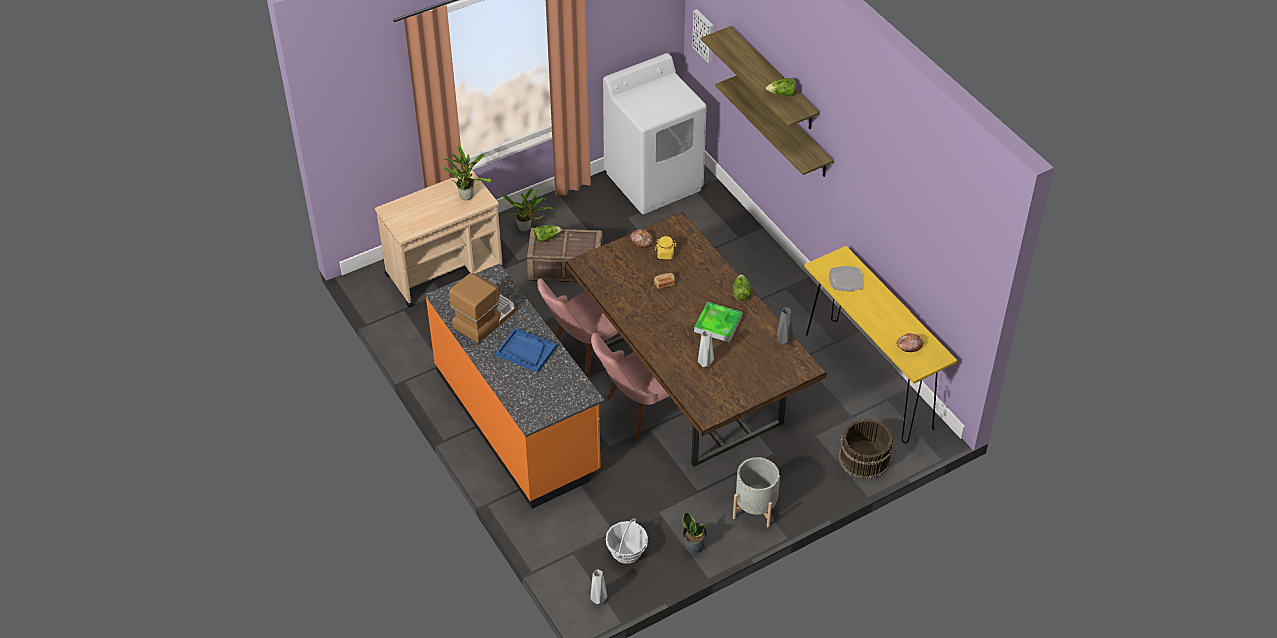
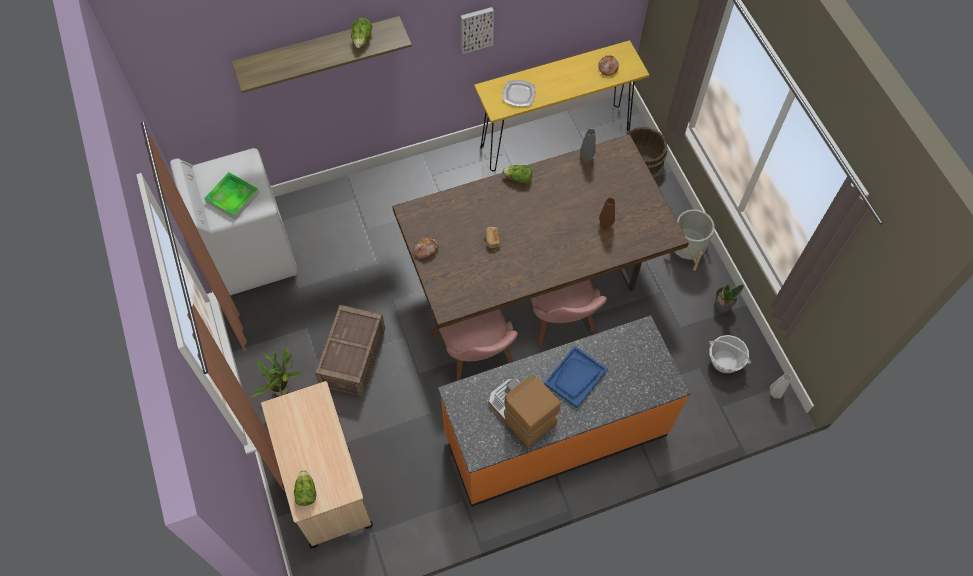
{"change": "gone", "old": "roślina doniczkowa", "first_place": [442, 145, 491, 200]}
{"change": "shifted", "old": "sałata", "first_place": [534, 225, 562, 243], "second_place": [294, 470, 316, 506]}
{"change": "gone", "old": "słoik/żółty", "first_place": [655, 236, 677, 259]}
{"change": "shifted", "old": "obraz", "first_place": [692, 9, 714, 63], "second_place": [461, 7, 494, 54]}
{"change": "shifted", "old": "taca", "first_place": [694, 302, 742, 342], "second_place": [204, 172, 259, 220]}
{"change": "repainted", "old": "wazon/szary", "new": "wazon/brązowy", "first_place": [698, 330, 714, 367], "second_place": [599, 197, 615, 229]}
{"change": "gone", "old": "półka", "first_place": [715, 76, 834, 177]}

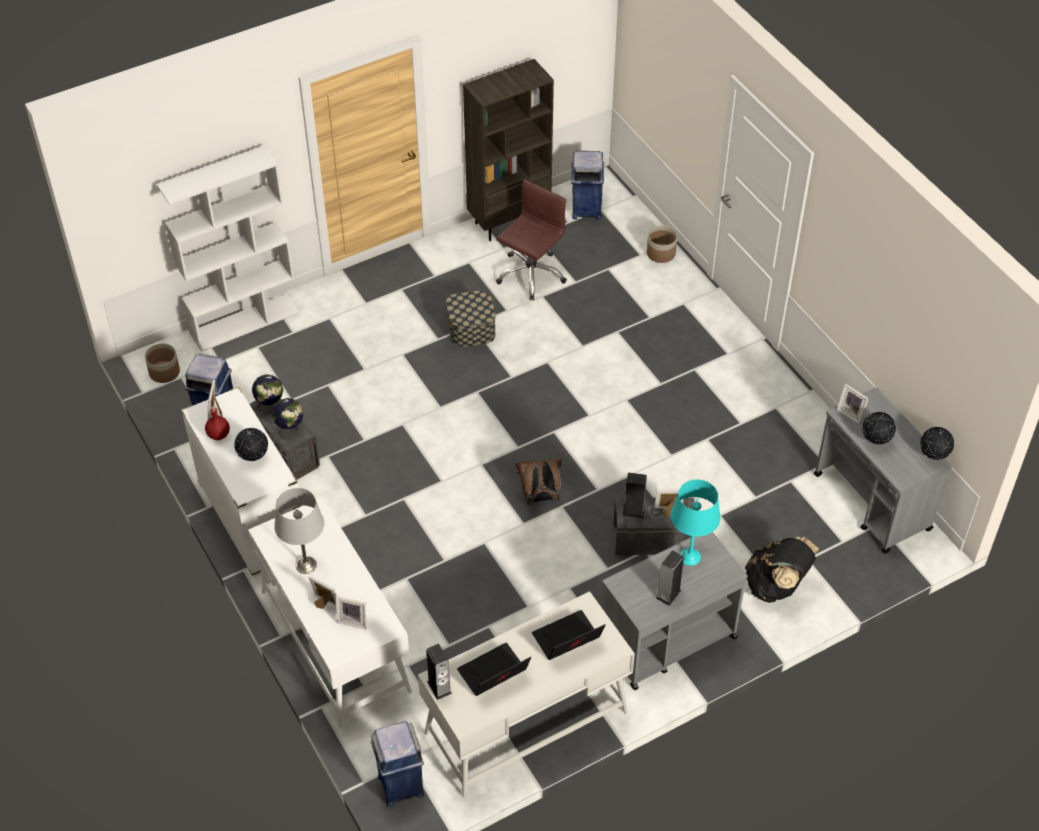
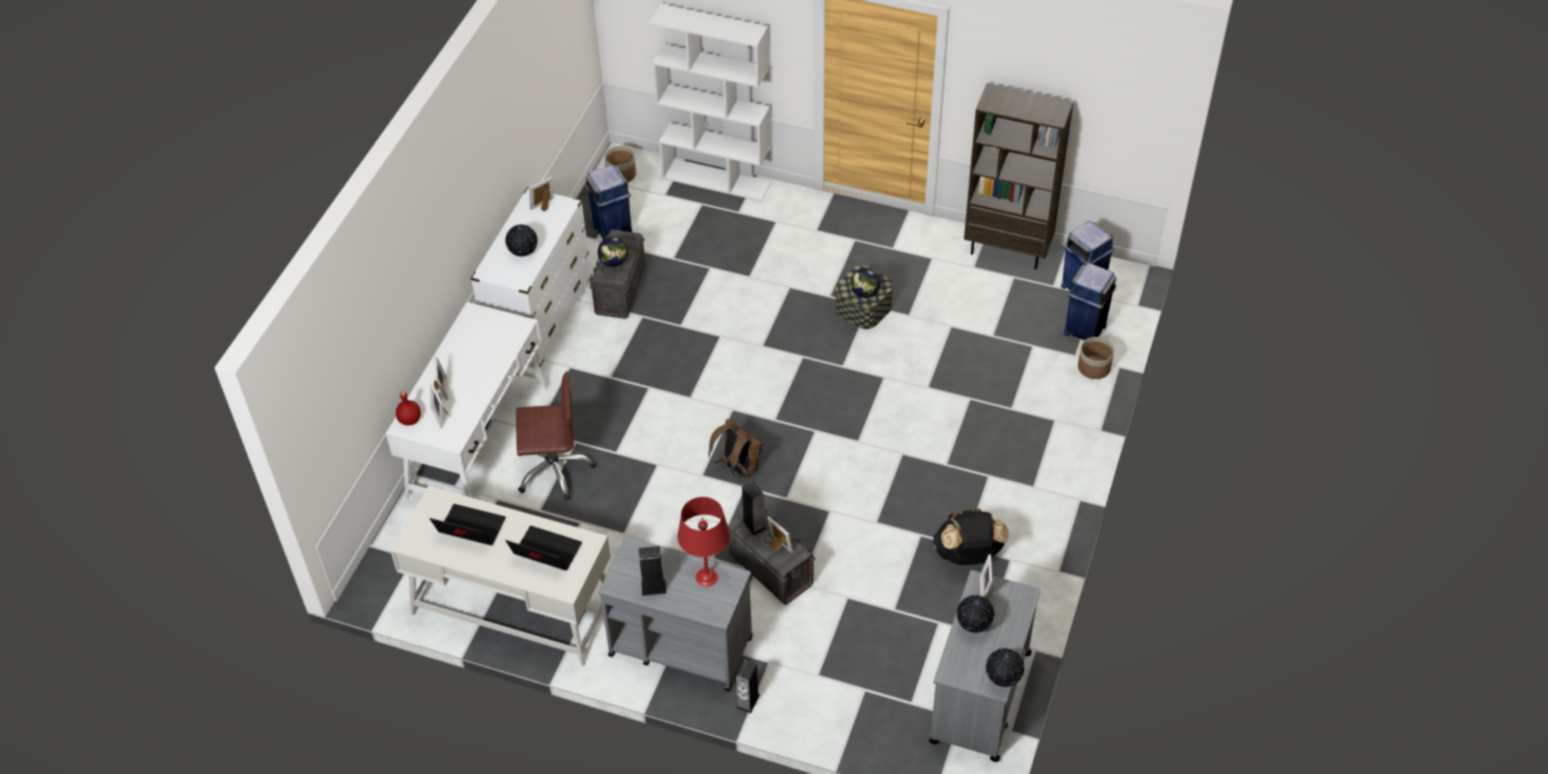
{"change": "shifted", "old": "butelka/czerwony", "first_place": [205, 406, 230, 440], "second_place": [396, 391, 421, 425]}
{"change": "shifted", "old": "globus", "first_place": [252, 374, 283, 412], "second_place": [850, 268, 881, 304]}
{"change": "gone", "old": "lampa stołowa/szary", "first_place": [274, 488, 324, 574]}
{"change": "shifted", "old": "kosz na śmieci/niebieski", "first_place": [371, 721, 424, 807], "second_place": [1064, 263, 1116, 340]}
{"change": "shifted", "old": "głośnik", "first_place": [426, 644, 452, 700], "second_place": [736, 660, 760, 713]}
{"change": "shifted", "old": "krzesło biurowe/brązowy", "first_place": [496, 179, 567, 300], "second_place": [516, 371, 596, 500]}
{"change": "repainted", "old": "lampa stołowa/turkusowy", "new": "lampa stołowa/czerwony", "first_place": [671, 479, 720, 566], "second_place": [677, 497, 730, 587]}
{"change": "shifted", "old": "plecak/czarny", "first_place": [745, 537, 819, 603], "second_place": [933, 508, 1009, 565]}

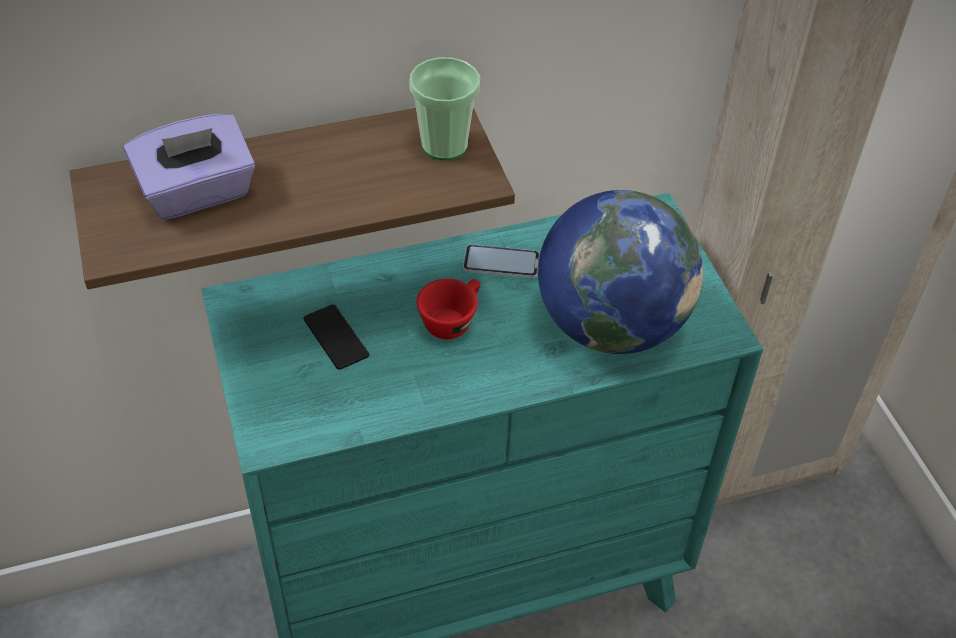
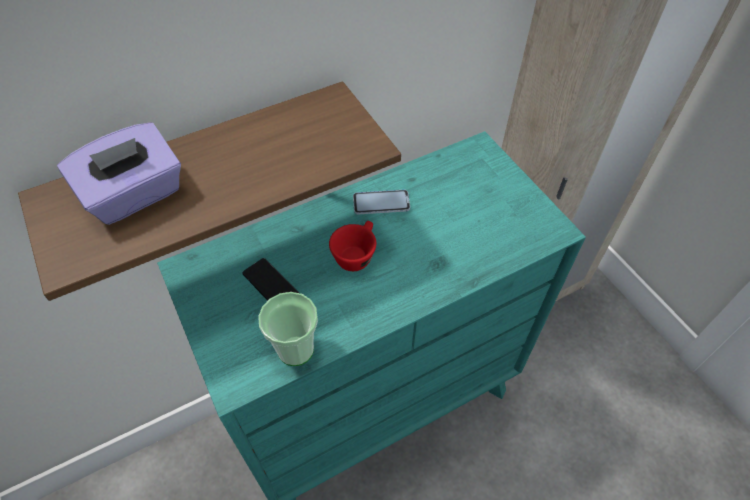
{"change": "shifted", "old": "filiżanka", "first_place": [409, 57, 480, 161], "second_place": [258, 292, 318, 366]}
{"change": "gone", "old": "globus", "first_place": [538, 190, 703, 354]}

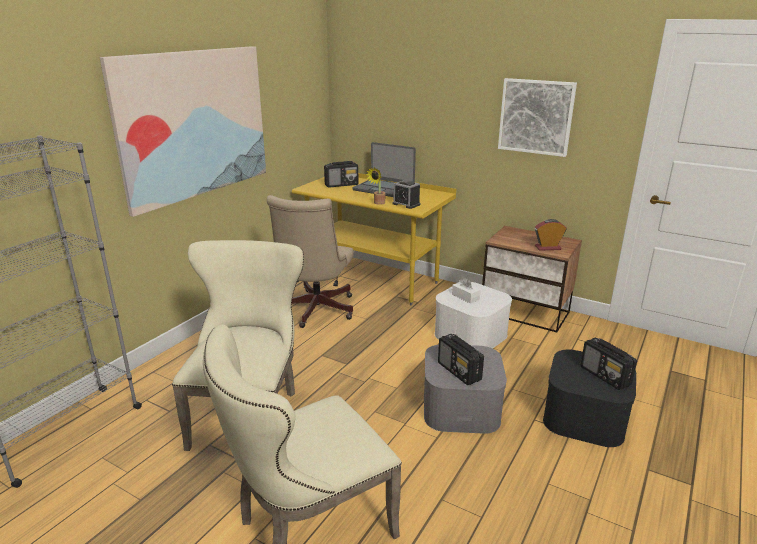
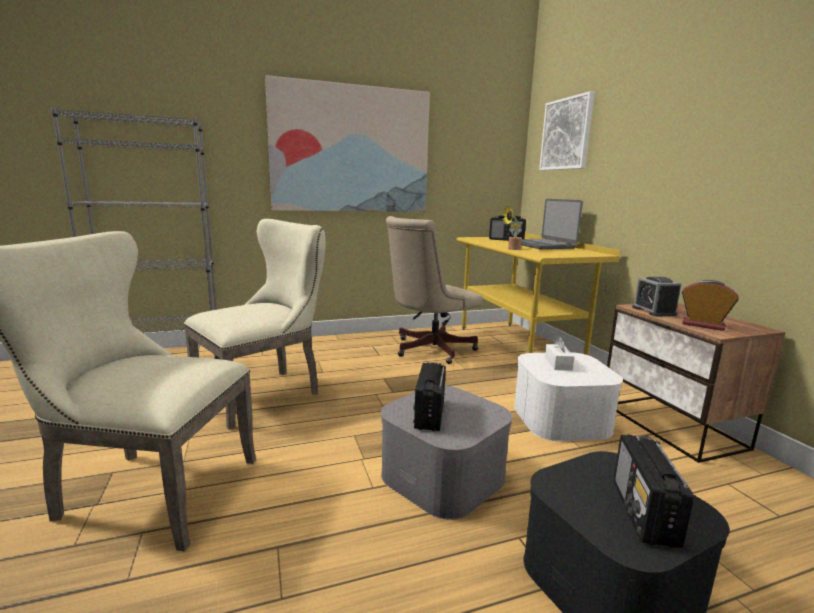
{"change": "shifted", "old": "budzik", "first_place": [392, 180, 420, 209], "second_place": [632, 277, 681, 317]}
{"change": "shifted", "old": "obraz", "first_place": [498, 78, 577, 157], "second_place": [539, 91, 594, 170]}

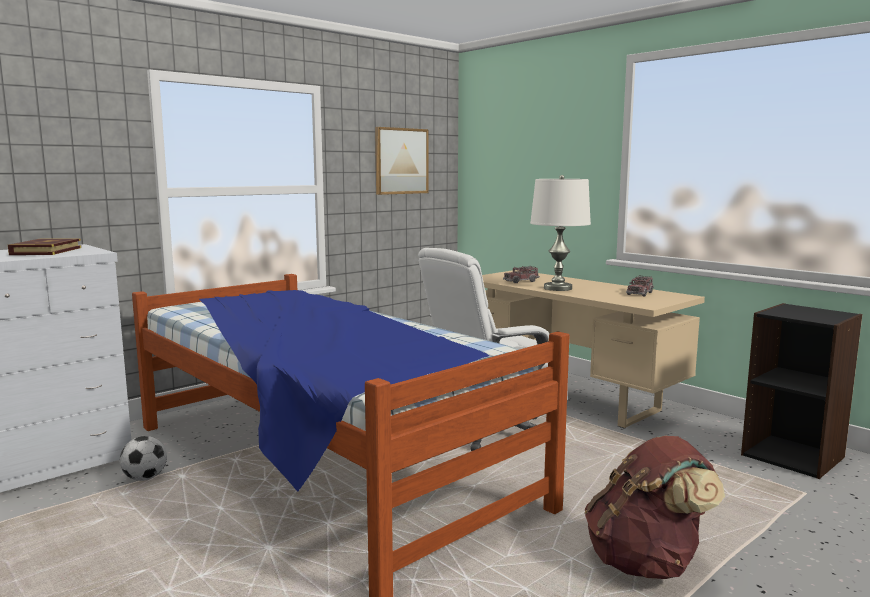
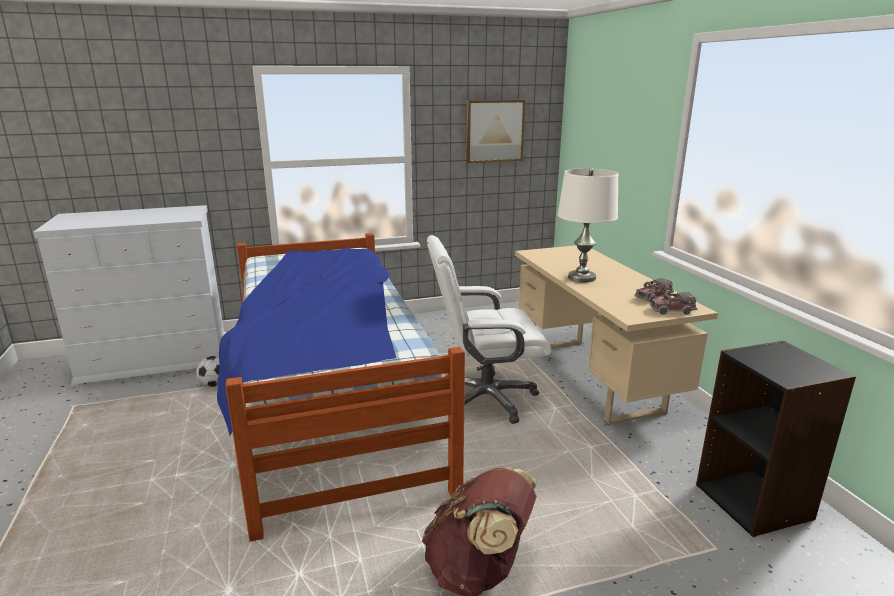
{"change": "gone", "old": "książka", "first_place": [8, 238, 81, 255]}
{"change": "shifted", "old": "ciężarówka zabawkowa", "first_place": [503, 266, 540, 283], "second_place": [650, 293, 697, 315]}

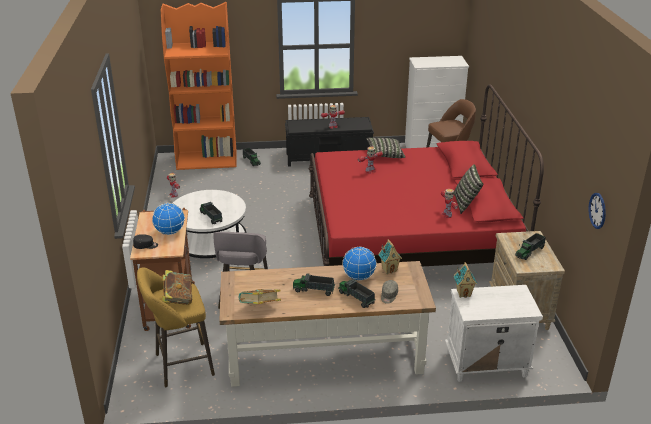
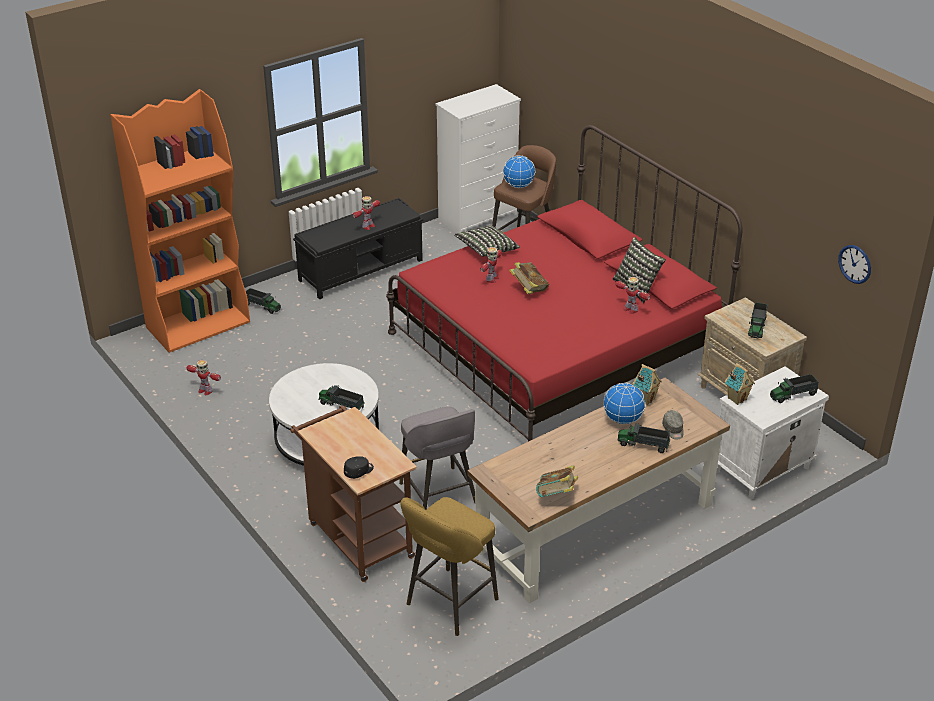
{"change": "shifted", "old": "globus", "first_place": [152, 203, 185, 235], "second_place": [503, 155, 535, 188]}
{"change": "shifted", "old": "książka", "first_place": [162, 270, 192, 305], "second_place": [509, 262, 549, 294]}
{"change": "shifted", "old": "ciężarówka zabawkowa", "first_place": [293, 273, 335, 296], "second_place": [770, 374, 819, 403]}

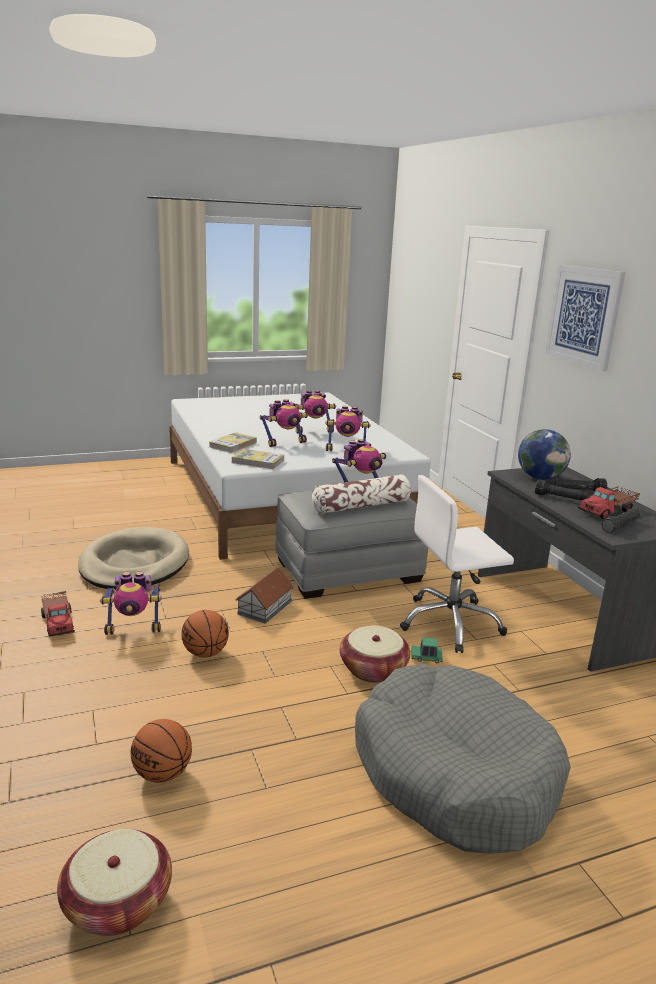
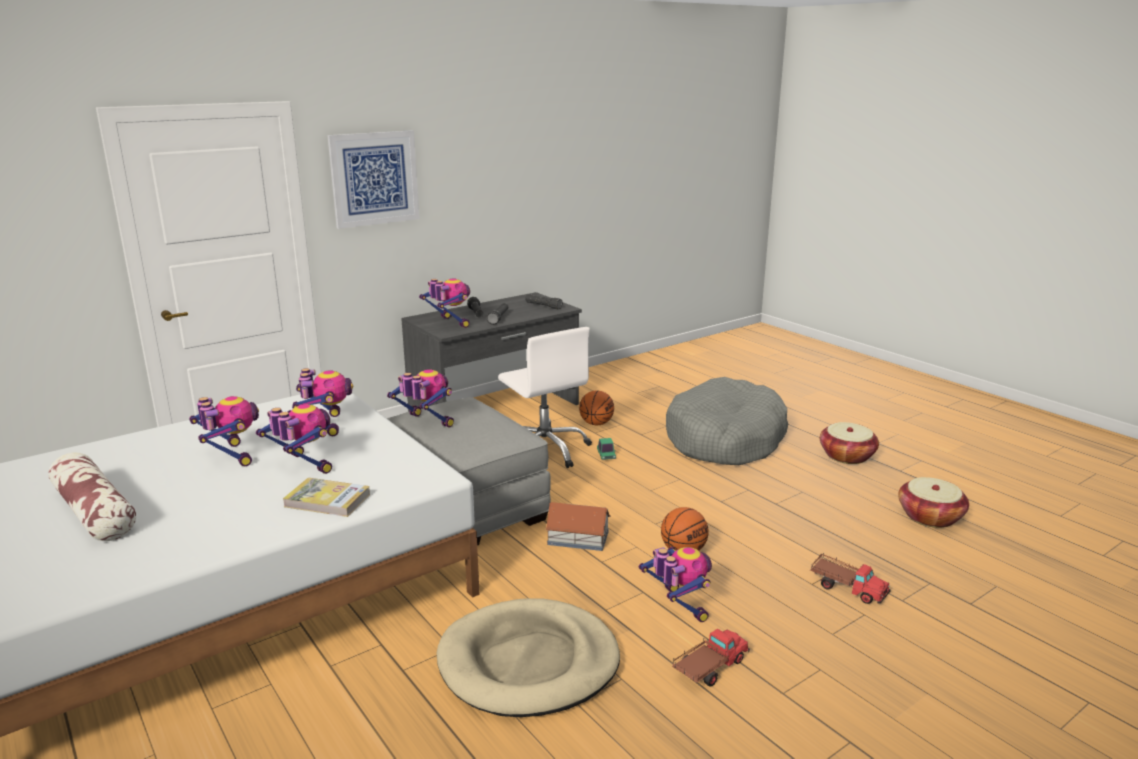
{"change": "shifted", "old": "piłka do koszykówki", "first_place": [131, 719, 192, 783], "second_place": [579, 390, 614, 425]}
{"change": "gone", "old": "książka", "first_place": [232, 449, 284, 469]}
{"change": "shifted", "old": "poduszka", "first_place": [312, 474, 411, 514], "second_place": [48, 453, 136, 541]}
{"change": "shifted", "old": "koszyk", "first_place": [340, 626, 410, 683], "second_place": [820, 422, 879, 464]}
{"change": "swapped", "old": "globus", "new": "robot zabawkowy", "first_place": [518, 429, 571, 480], "second_place": [419, 279, 470, 328]}
{"change": "shifted", "old": "ciężarówka zabawkowa", "first_place": [578, 487, 640, 519], "second_place": [810, 553, 890, 604]}

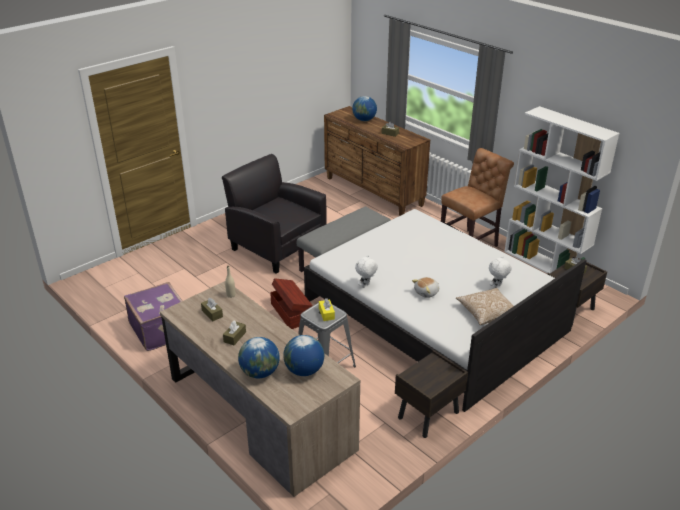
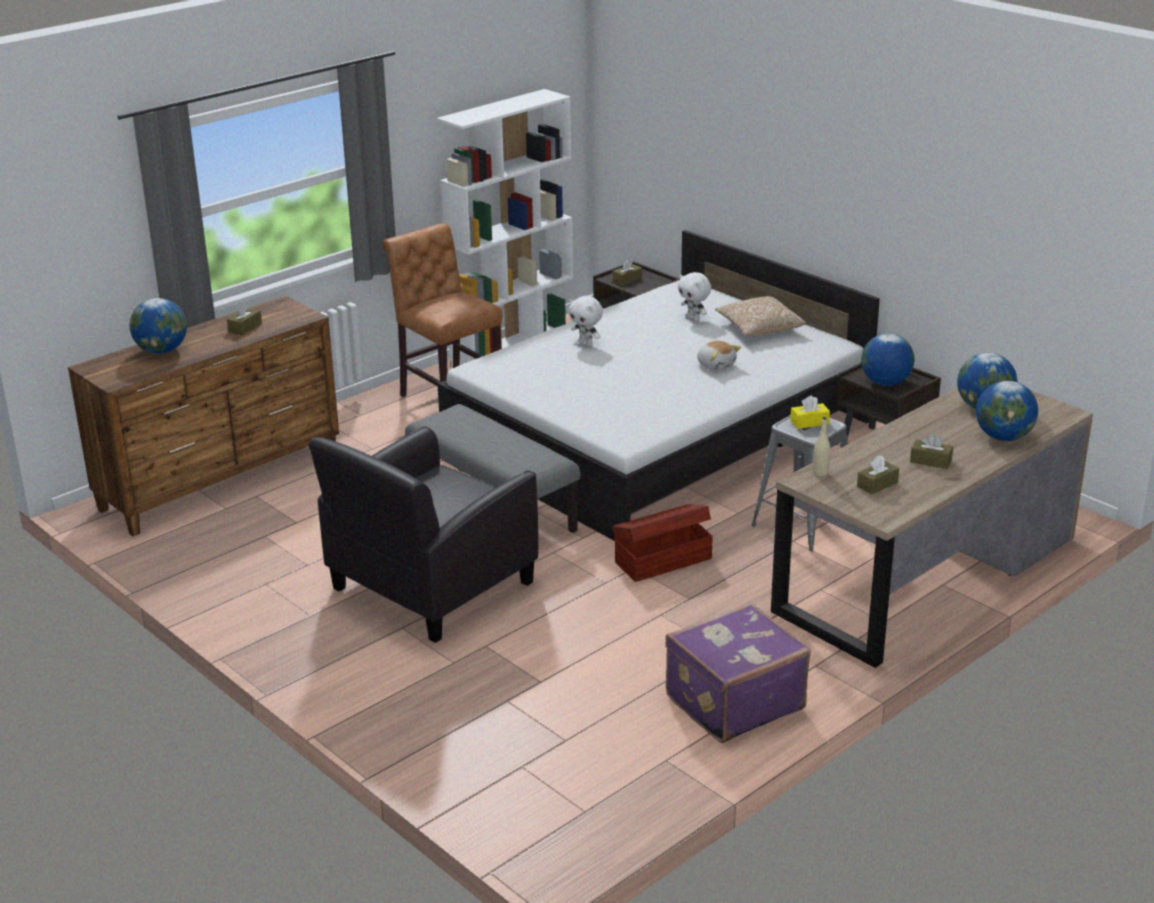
{"change": "shifted", "old": "pluszak/biały", "first_place": [355, 255, 378, 288], "second_place": [568, 296, 603, 346]}
{"change": "new", "new": "globus", "second_place": [861, 333, 914, 386]}

